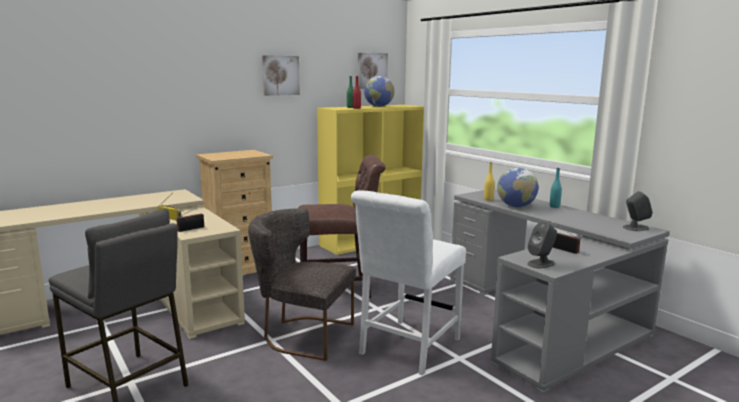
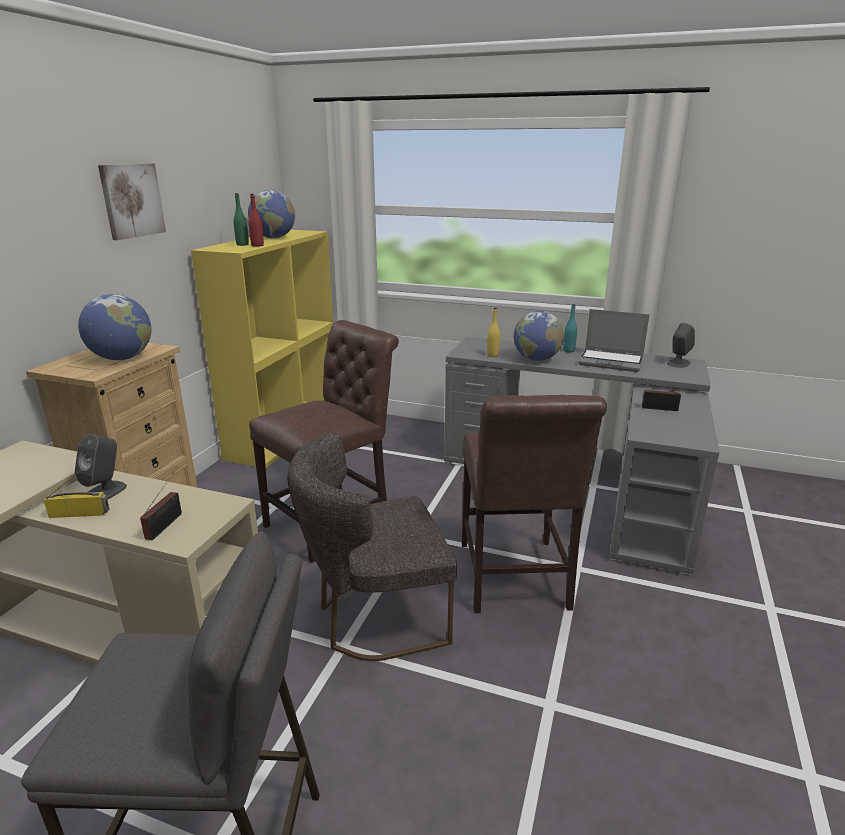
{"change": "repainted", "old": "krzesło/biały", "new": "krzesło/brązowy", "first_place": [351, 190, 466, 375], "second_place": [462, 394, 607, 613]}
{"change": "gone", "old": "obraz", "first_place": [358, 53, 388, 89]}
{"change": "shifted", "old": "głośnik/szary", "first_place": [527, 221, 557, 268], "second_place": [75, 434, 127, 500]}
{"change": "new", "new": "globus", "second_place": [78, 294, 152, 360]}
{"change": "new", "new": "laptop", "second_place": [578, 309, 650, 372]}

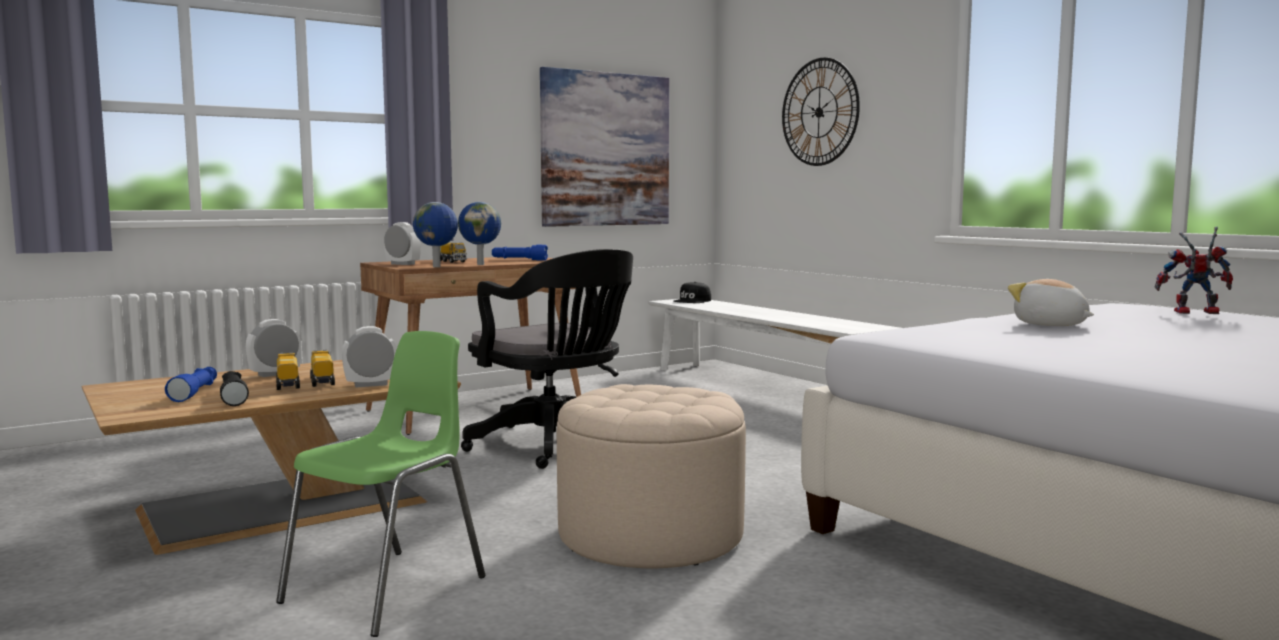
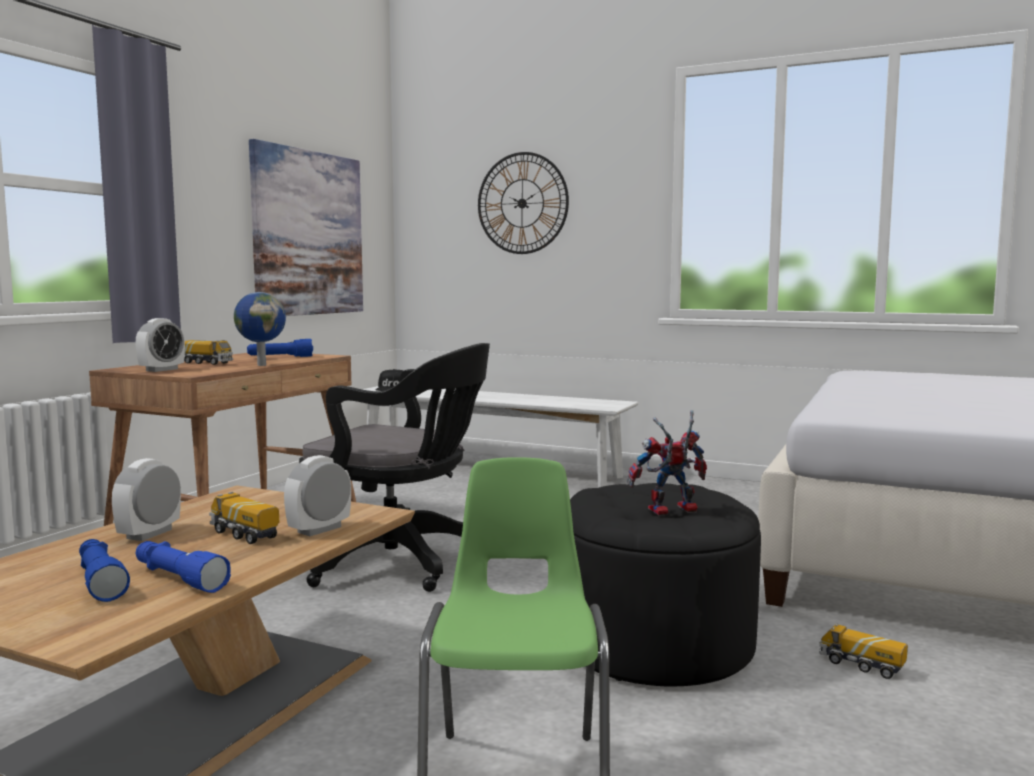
{"change": "repainted", "old": "latarka/czarny", "new": "latarka/niebieski", "first_place": [220, 371, 249, 406], "second_place": [136, 541, 231, 593]}
{"change": "shifted", "old": "ciężarówka zabawkowa", "first_place": [276, 352, 300, 390], "second_place": [819, 624, 908, 679]}
{"change": "rotated", "old": "budzik", "first_place": [384, 222, 421, 265], "second_place": [136, 318, 185, 372], "degrees": 120}
{"change": "gone", "old": "globus", "first_place": [413, 202, 458, 267]}
{"change": "repainted", "old": "pufa/beżowy", "new": "pufa/czarny", "first_place": [557, 384, 746, 568], "second_place": [570, 483, 761, 686]}
{"change": "gone", "old": "pluszak", "first_place": [1008, 279, 1094, 326]}
{"change": "shifted", "old": "robot zabawkowy", "first_place": [1155, 227, 1233, 314], "second_place": [627, 410, 707, 515]}

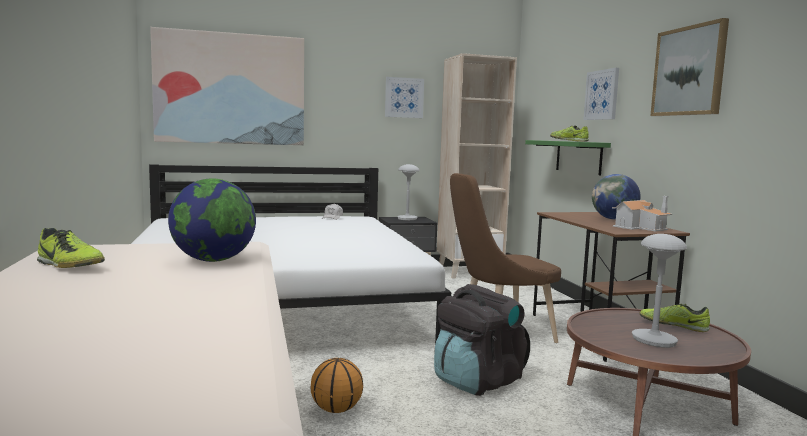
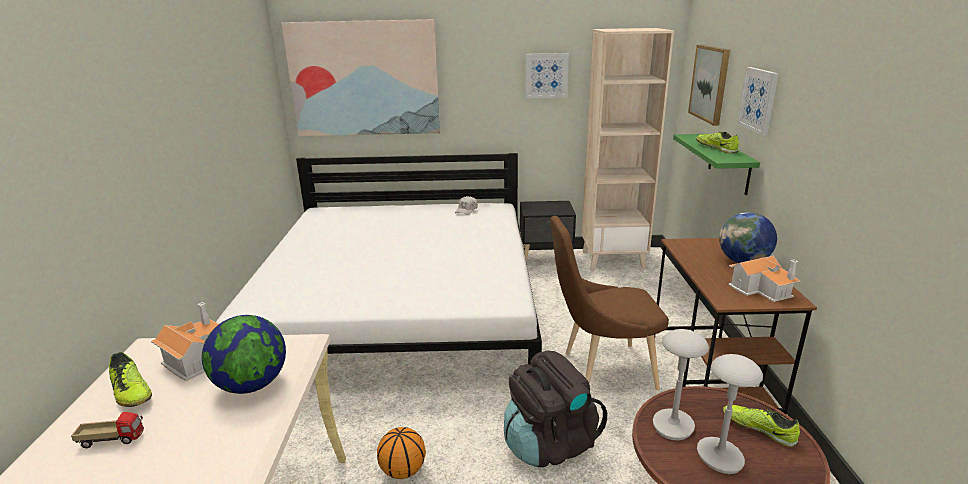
{"change": "shifted", "old": "lampa stołowa/szary", "first_place": [397, 164, 420, 220], "second_place": [653, 329, 709, 441]}
{"change": "shifted", "old": "obraz", "first_place": [650, 18, 729, 116], "second_place": [688, 45, 730, 126]}
{"change": "new", "new": "ciężarówka zabawkowa", "second_place": [71, 412, 144, 448]}
{"change": "new", "new": "domek", "second_place": [151, 302, 219, 381]}

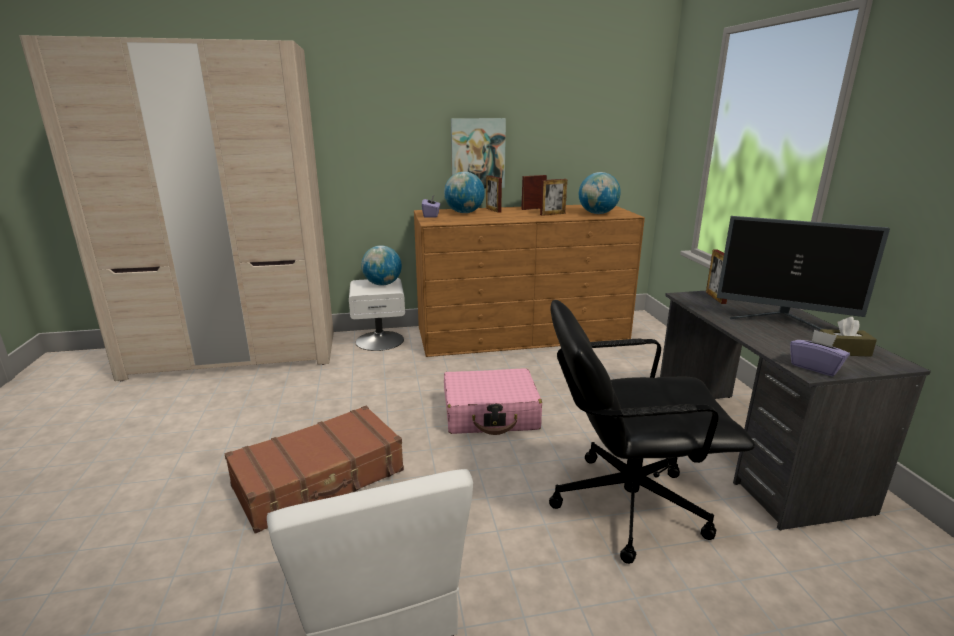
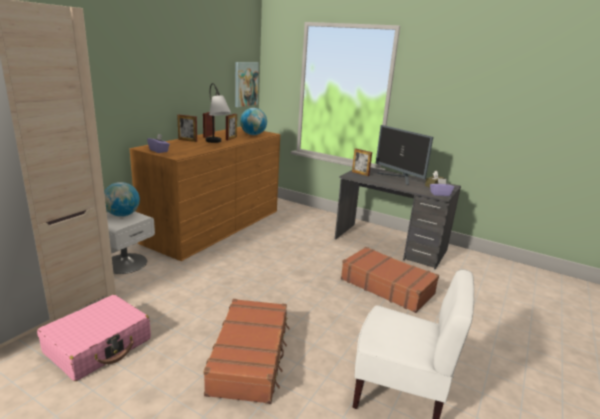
{"change": "gone", "old": "globus", "first_place": [444, 172, 485, 213]}
{"change": "shifted", "old": "walizka/różowy", "first_place": [444, 368, 542, 435], "second_place": [37, 295, 151, 381]}
{"change": "shifted", "old": "obraz", "first_place": [451, 118, 506, 189], "second_place": [235, 62, 259, 107]}
{"change": "swapped", "old": "krzesło biurowe/czarny", "new": "walizka/brązowy", "first_place": [549, 300, 755, 564], "second_place": [341, 247, 439, 313]}
{"change": "rotated", "old": "monitor", "first_place": [717, 216, 890, 330], "second_place": [376, 125, 433, 186], "degrees": 75}
{"change": "new", "new": "lampa stołowa", "second_place": [206, 83, 231, 143]}

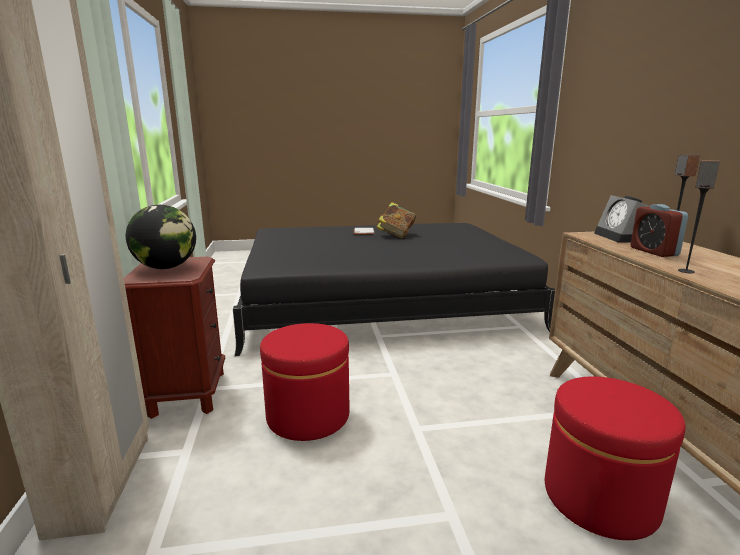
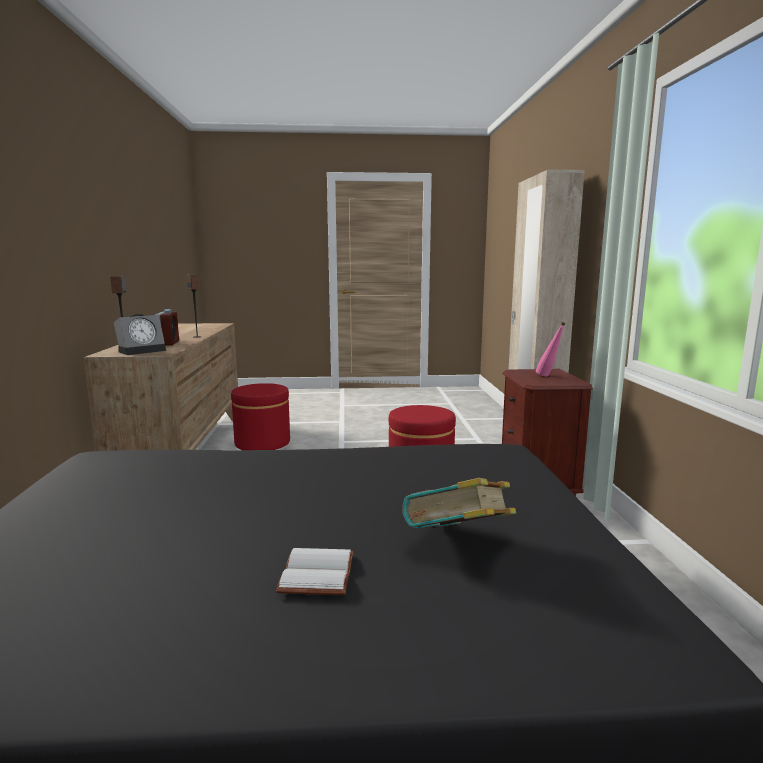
{"change": "swapped", "old": "globus", "new": "butelka/różowy", "first_place": [126, 205, 196, 269], "second_place": [536, 322, 566, 376]}
{"change": "shifted", "old": "książka", "first_place": [376, 202, 416, 238], "second_place": [402, 478, 516, 529]}
{"change": "rotated", "old": "budzik", "first_place": [594, 195, 650, 243], "second_place": [114, 314, 166, 355], "degrees": 45}

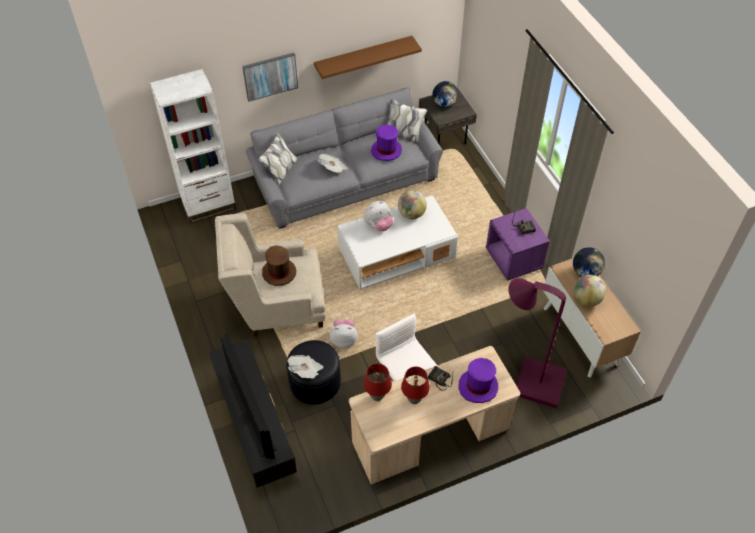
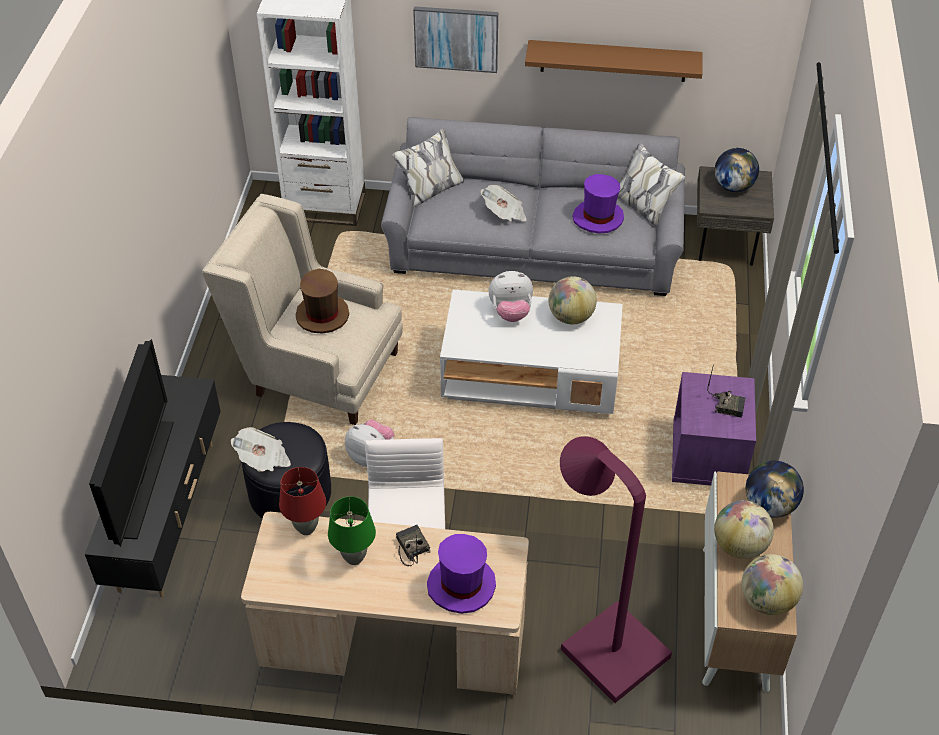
{"change": "repainted", "old": "lampa stołowa/czerwony", "new": "lampa stołowa/zielony", "first_place": [401, 367, 430, 404], "second_place": [328, 496, 376, 565]}
{"change": "new", "new": "globus", "second_place": [741, 554, 803, 615]}

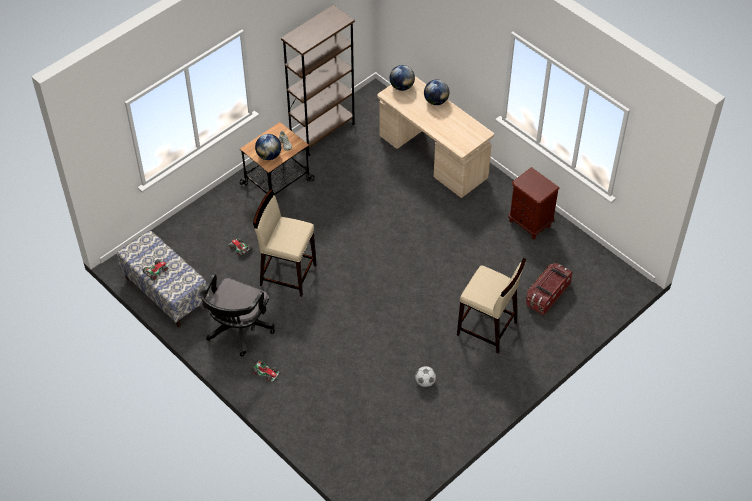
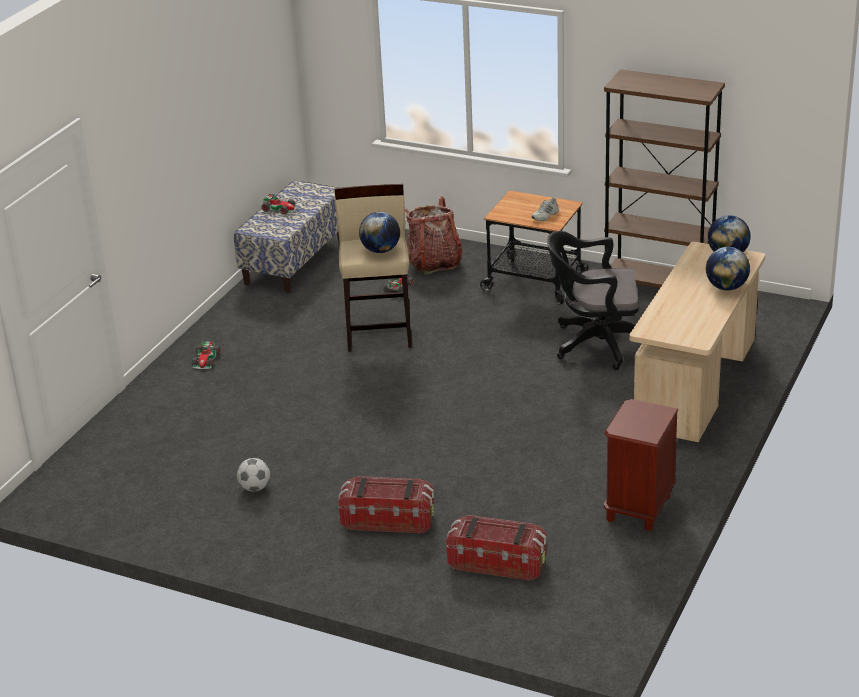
{"change": "shifted", "old": "krzesło biurowe/czarny", "first_place": [200, 274, 275, 357], "second_place": [547, 231, 639, 370]}
{"change": "shifted", "old": "globus", "first_place": [255, 134, 281, 160], "second_place": [359, 212, 400, 253]}
{"change": "swapped", "old": "stołek/beżowy", "new": "pojemnik do przechowywania", "first_place": [457, 258, 526, 354], "second_place": [338, 476, 434, 533]}
{"change": "new", "new": "plecak", "second_place": [405, 196, 463, 275]}

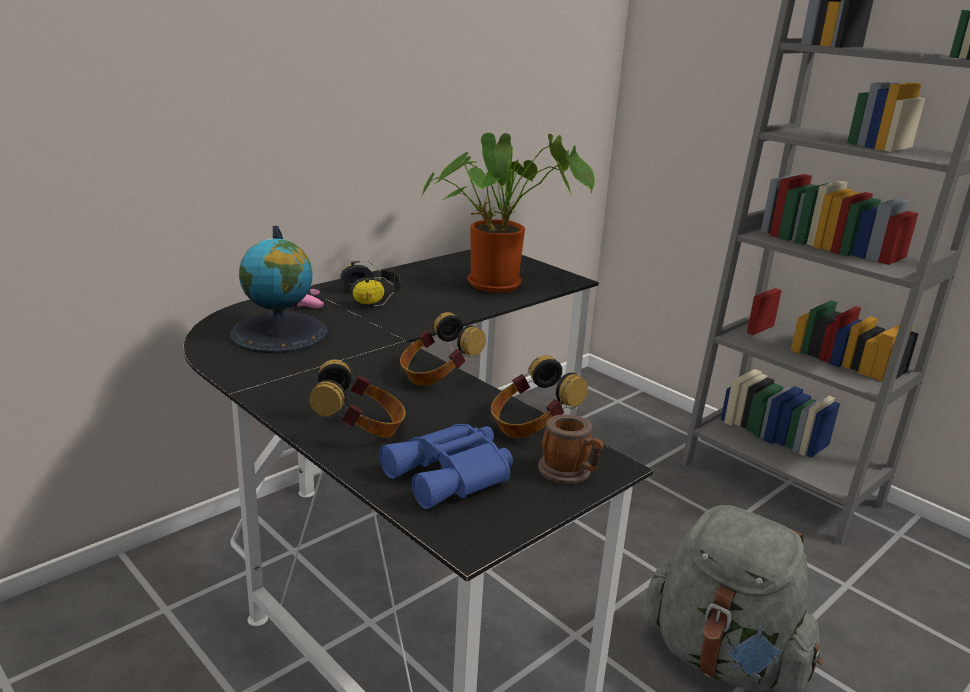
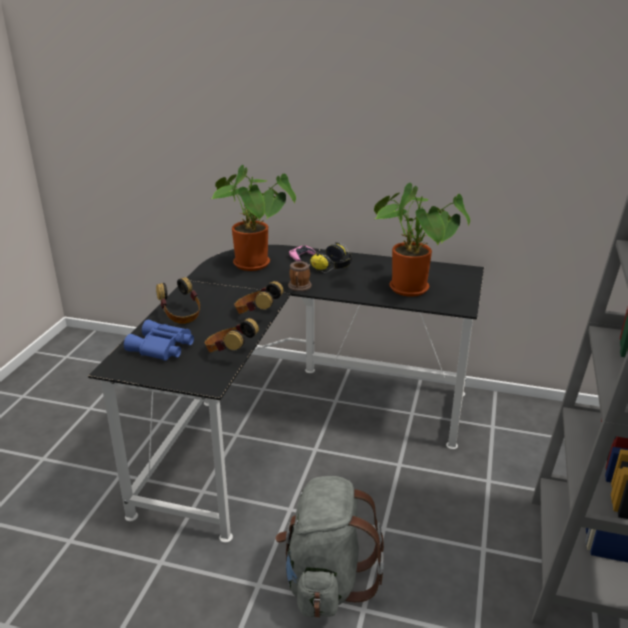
{"change": "swapped", "old": "globus", "new": "roślina doniczkowa", "first_place": [229, 225, 328, 354], "second_place": [211, 165, 296, 271]}
{"change": "shifted", "old": "kubek", "first_place": [538, 415, 604, 484], "second_place": [288, 261, 312, 291]}

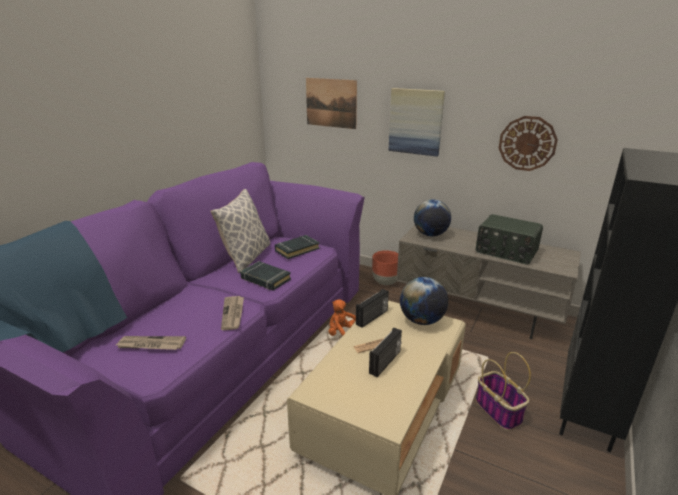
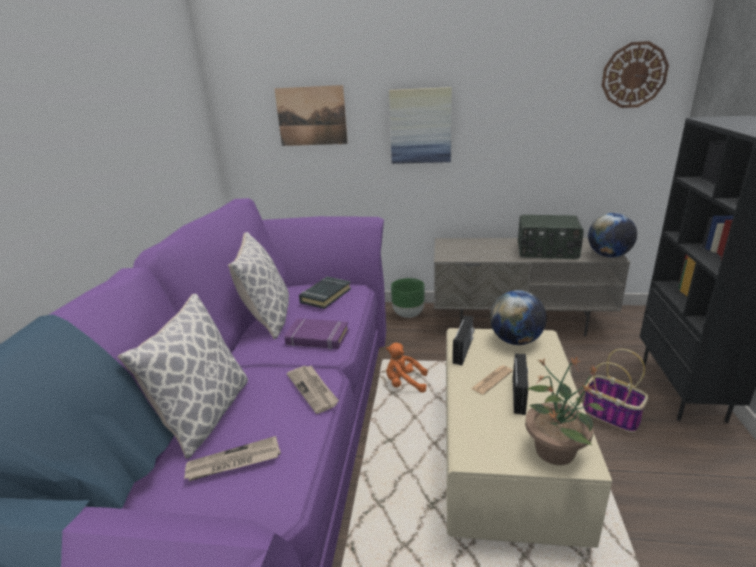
{"change": "repainted", "old": "książka/czarny", "new": "książka/fioletowy", "first_place": [240, 261, 291, 291], "second_place": [284, 318, 349, 350]}
{"change": "repainted", "old": "donica/brązowy", "new": "donica/zielony", "first_place": [372, 250, 398, 285], "second_place": [391, 278, 425, 318]}
{"change": "shifted", "old": "globus", "first_place": [414, 199, 451, 236], "second_place": [588, 213, 637, 257]}
{"change": "shifted", "old": "zegar ścienny", "first_place": [499, 116, 558, 171], "second_place": [602, 41, 669, 108]}
{"change": "new", "new": "poduszka", "second_place": [118, 294, 248, 458]}
{"change": "new", "new": "roślina doniczkowa", "second_place": [525, 357, 605, 465]}

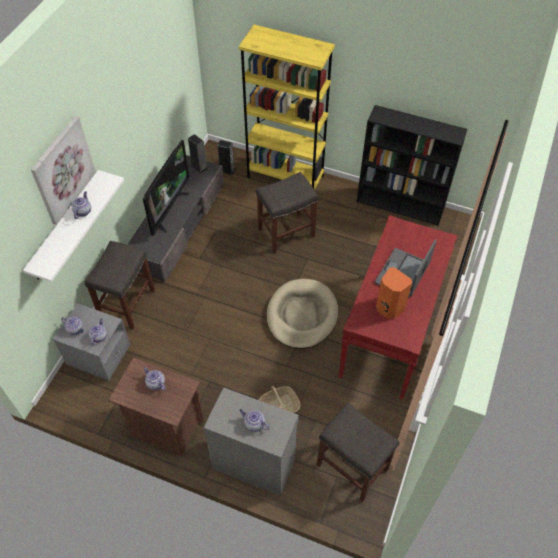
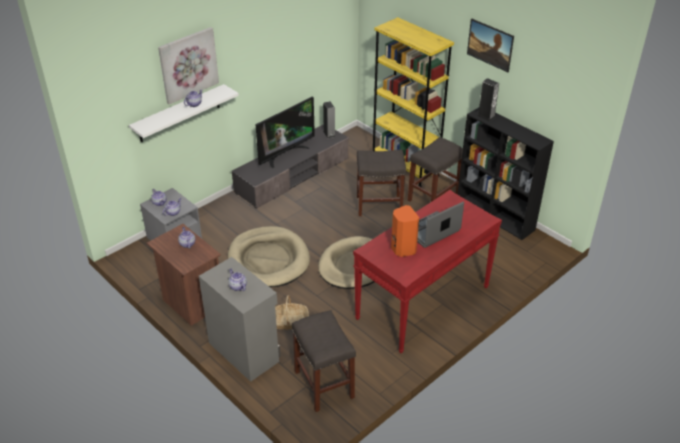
{"change": "shifted", "old": "stołek/szary", "first_place": [84, 241, 155, 329], "second_place": [408, 137, 463, 202]}
{"change": "shifted", "old": "głośnik", "first_place": [217, 140, 235, 175], "second_place": [477, 78, 499, 121]}
{"change": "new", "new": "legowisko/beżowy", "second_place": [228, 226, 310, 287]}
{"change": "new", "new": "obraz", "second_place": [467, 19, 514, 72]}

